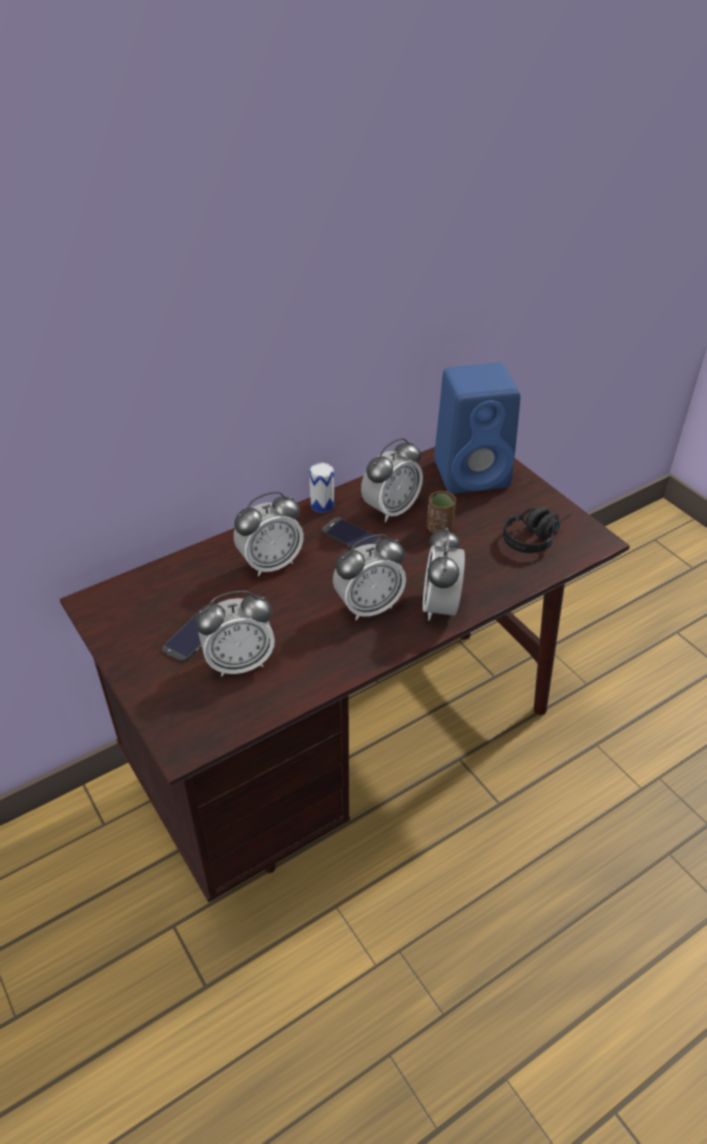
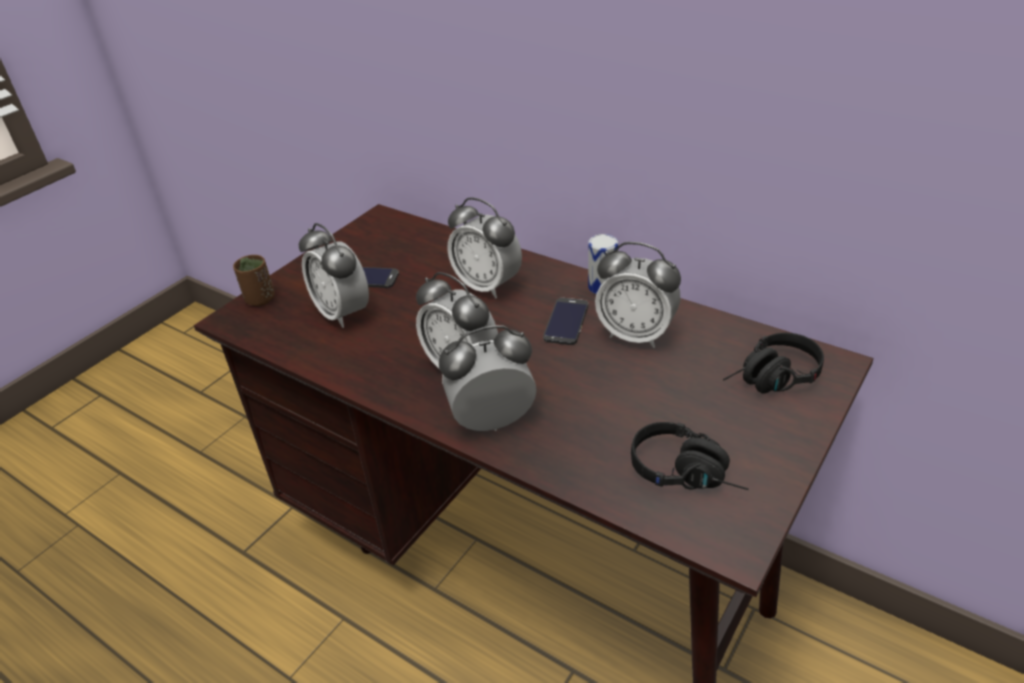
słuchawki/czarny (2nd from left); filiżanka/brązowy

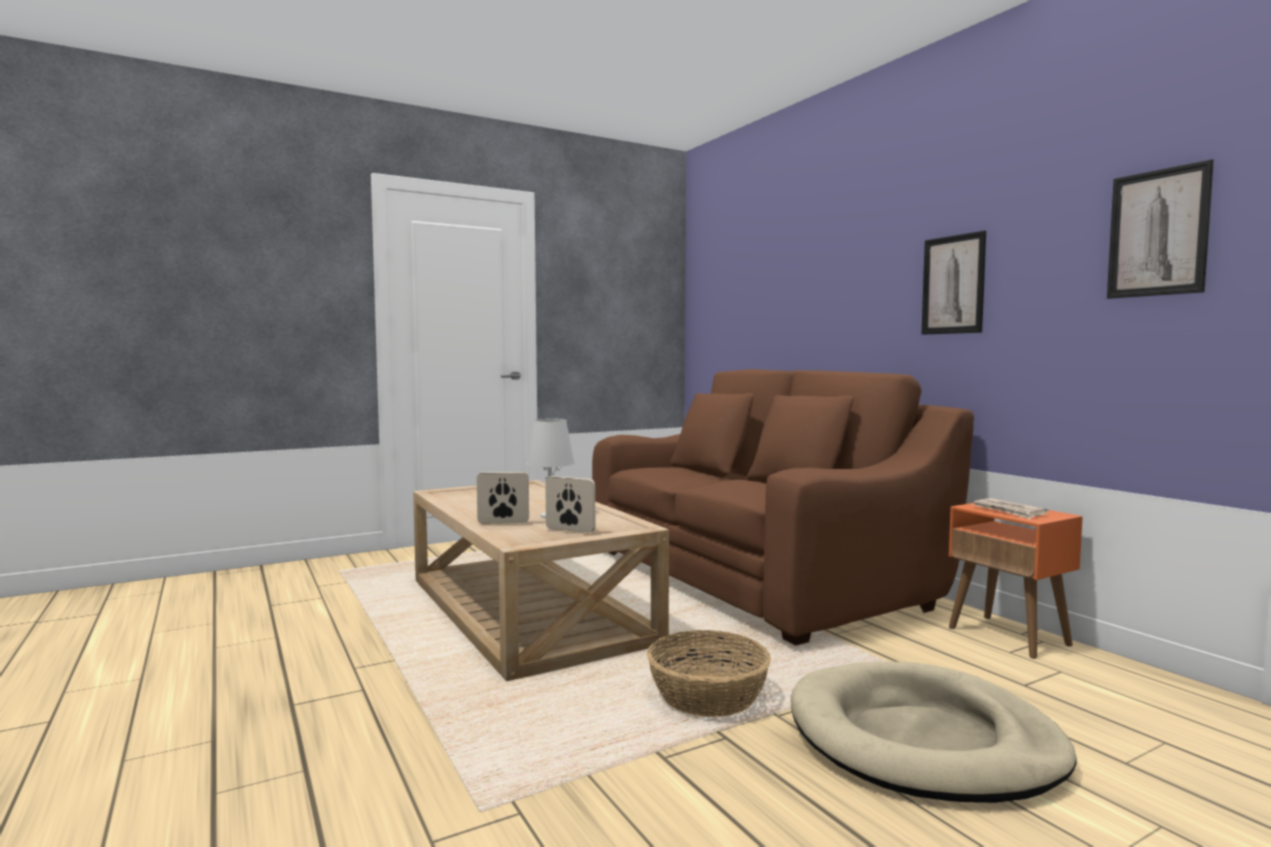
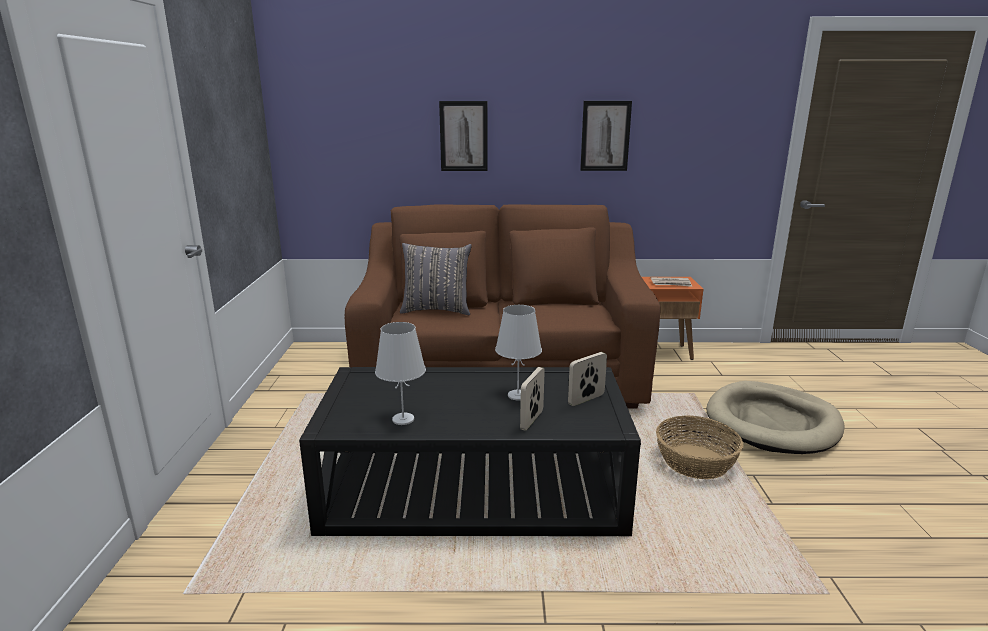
obraz (1st from left); ława/czarny; poduszka/szary; lampa stołowa/biały (1st from left)

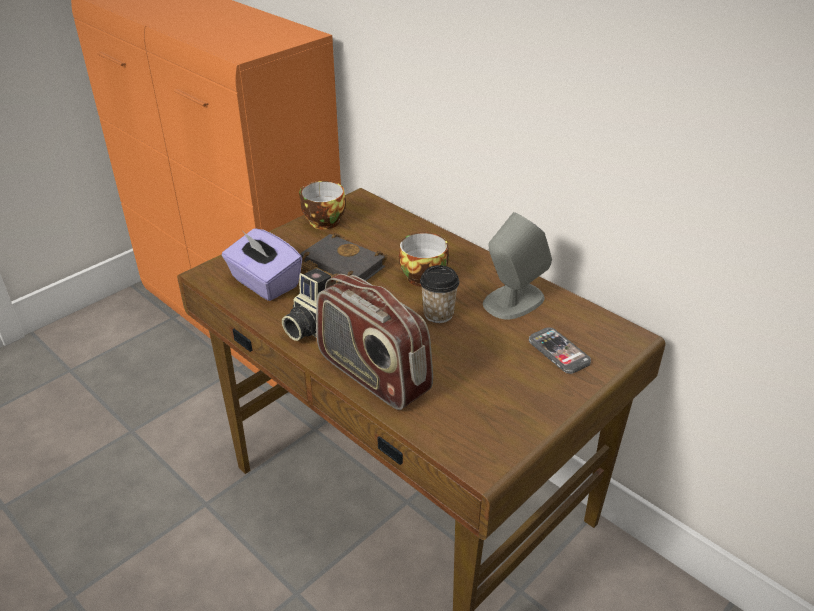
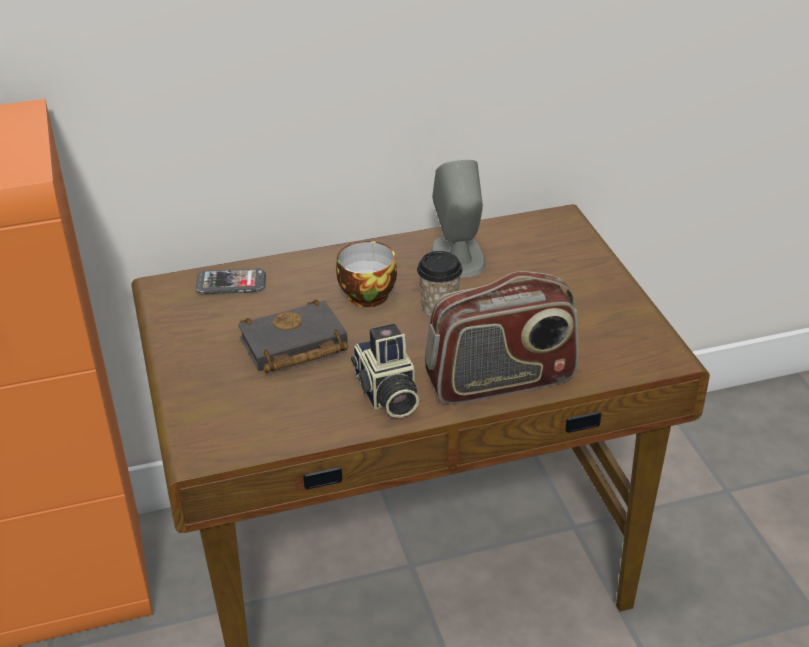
filiżanka (1st from left in the first image); pudełko chusteczek/fioletowy; telefon

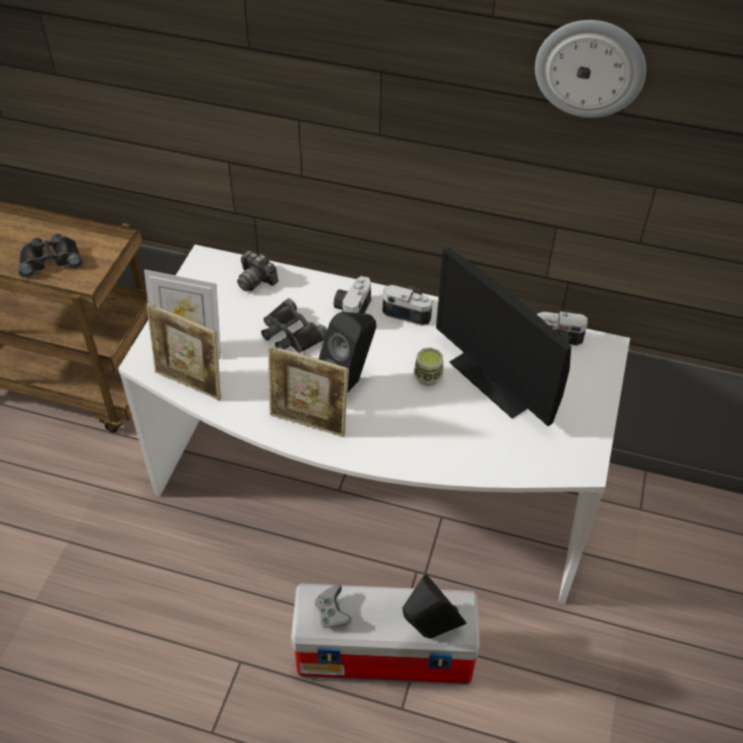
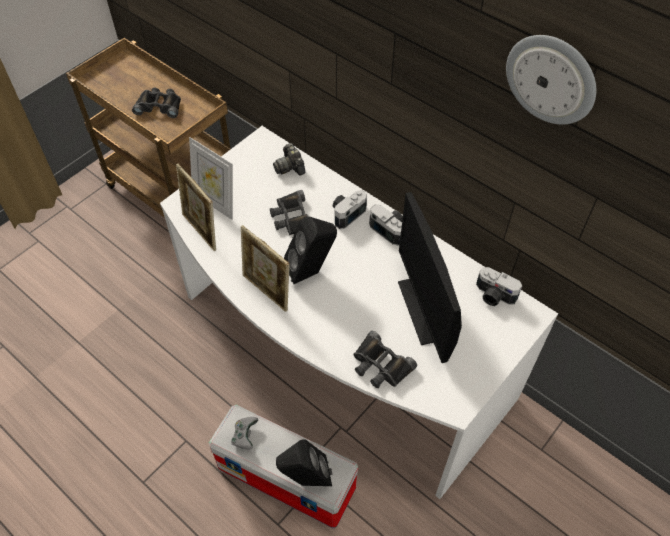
filiżanka; lornetka/czarny (3rd from left)

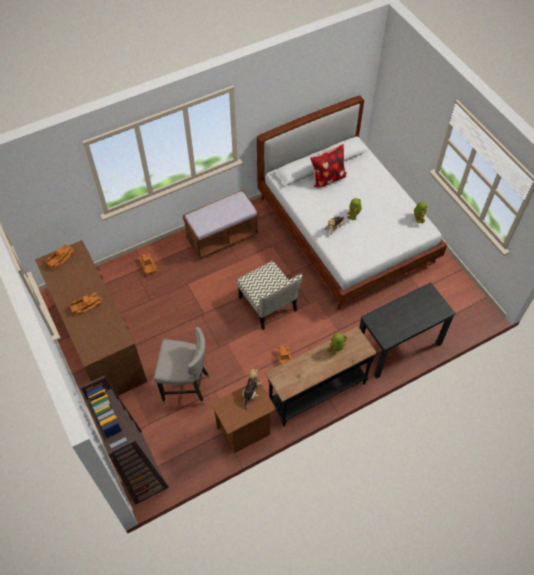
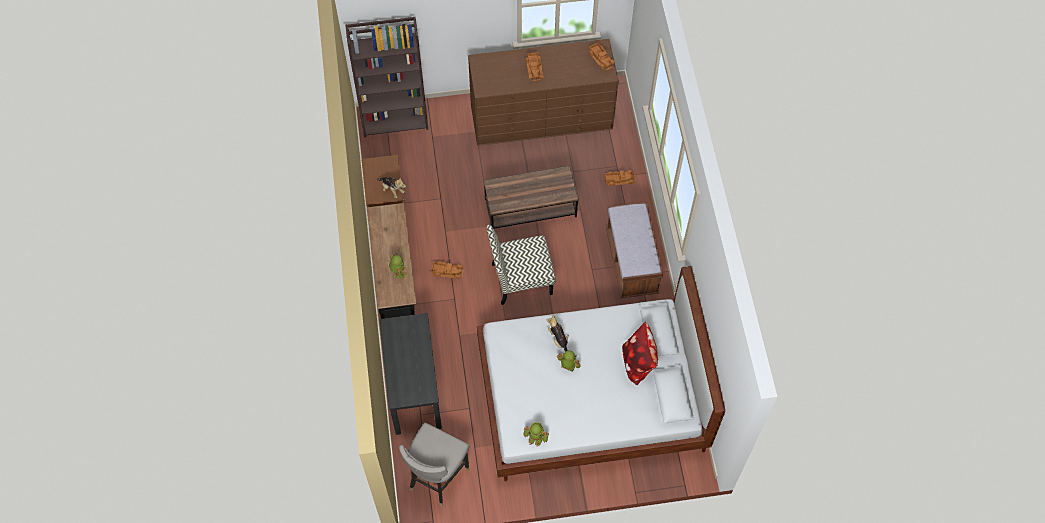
stołek/szary; ława/brązowy

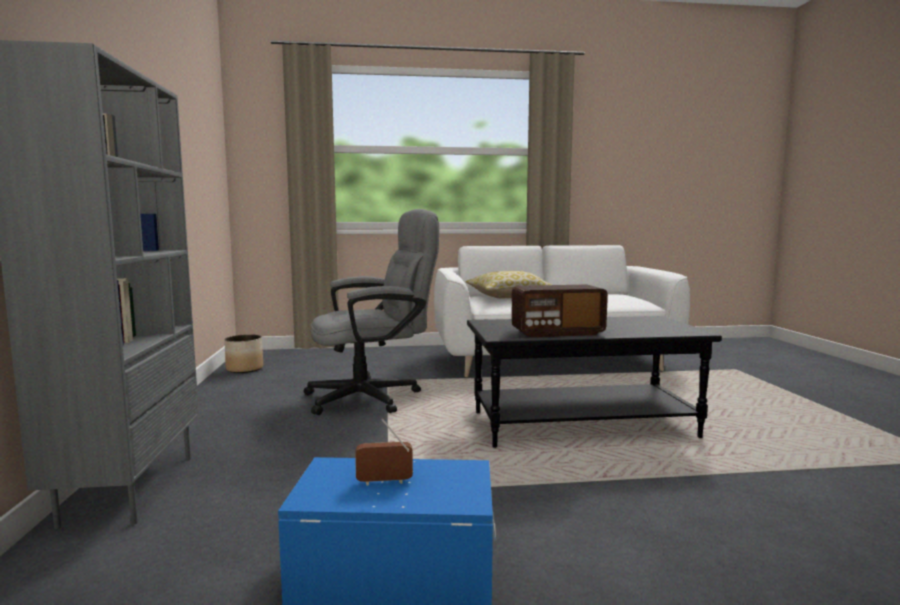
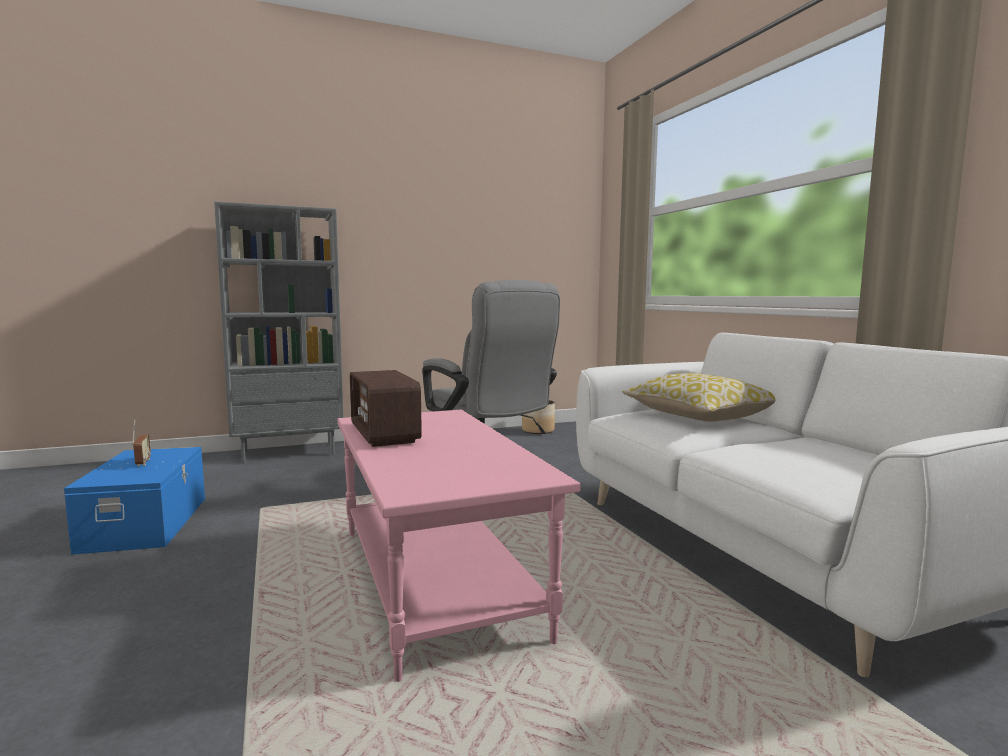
ława/różowy

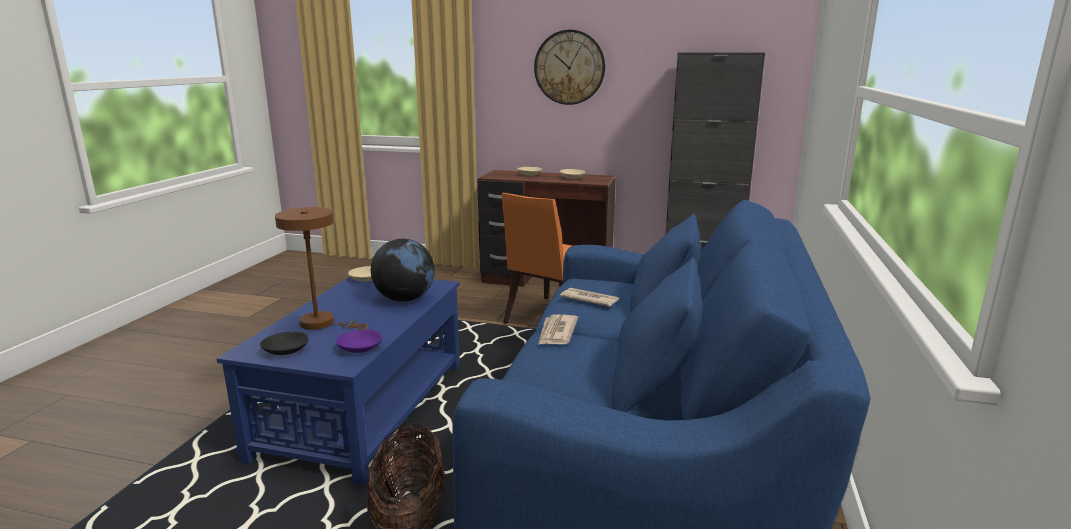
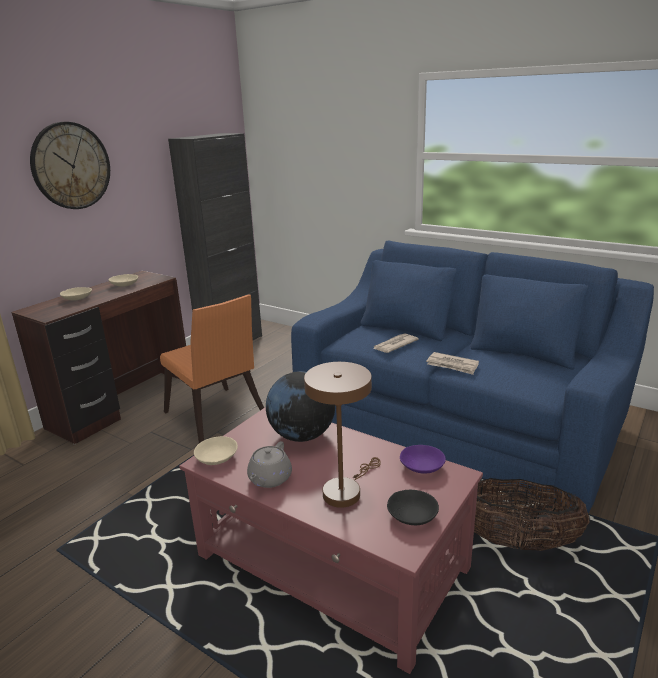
ława/czerwony; imbryk/szary

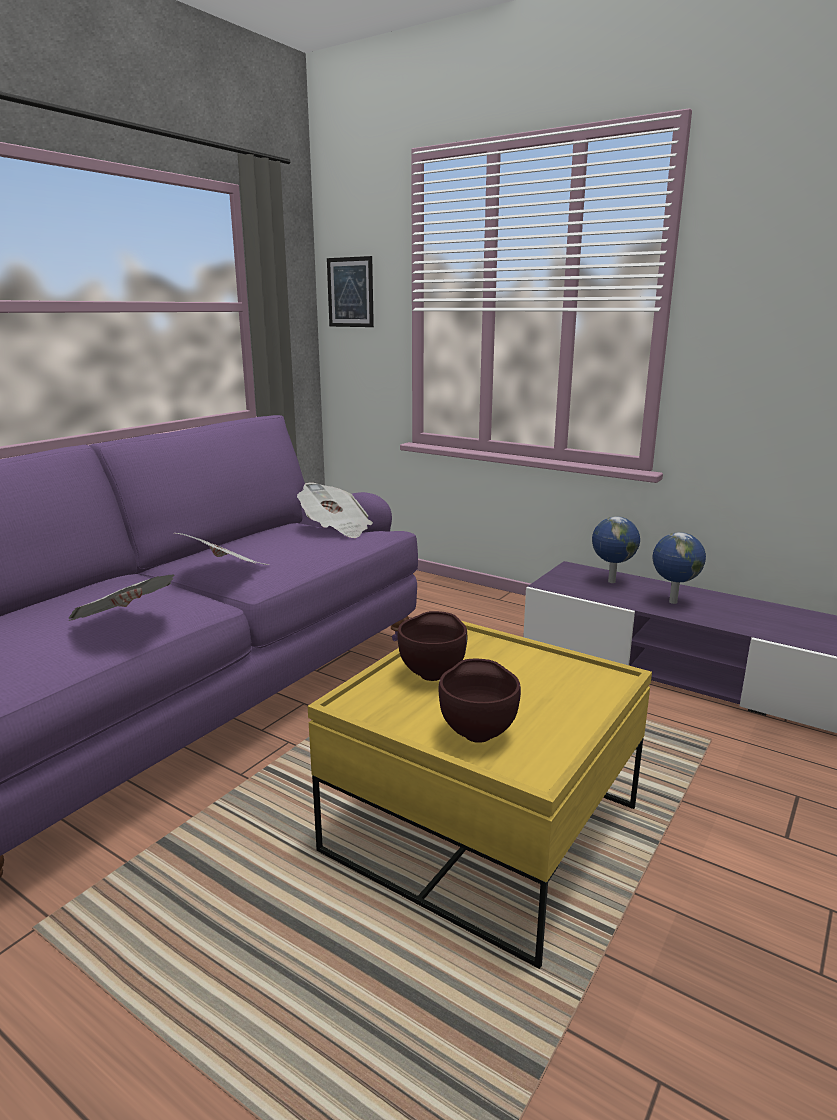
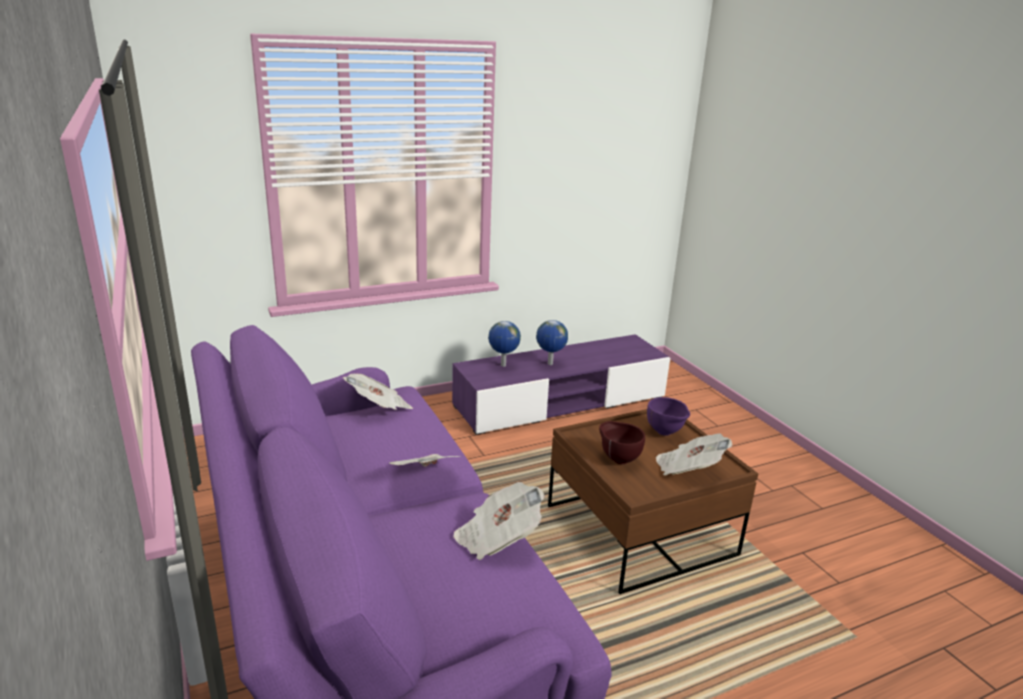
obraz; ława/brązowy; gazeta (4th from left); miska/fioletowy

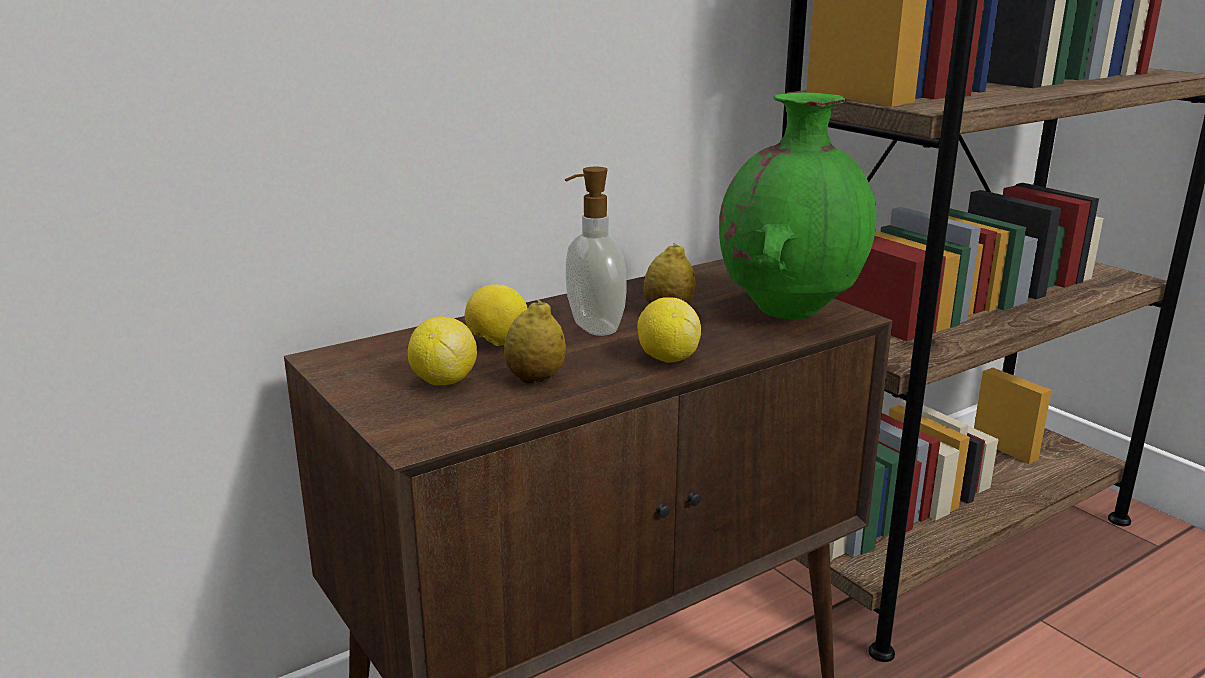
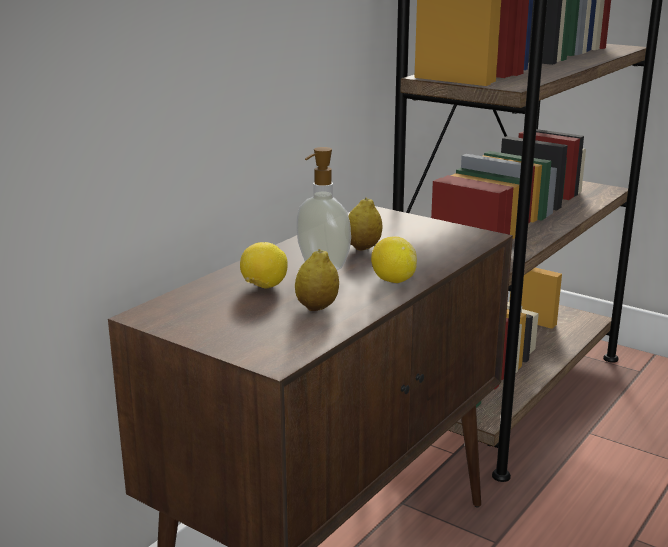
wazon/zielony; cytryna (1st from left in the first image)

